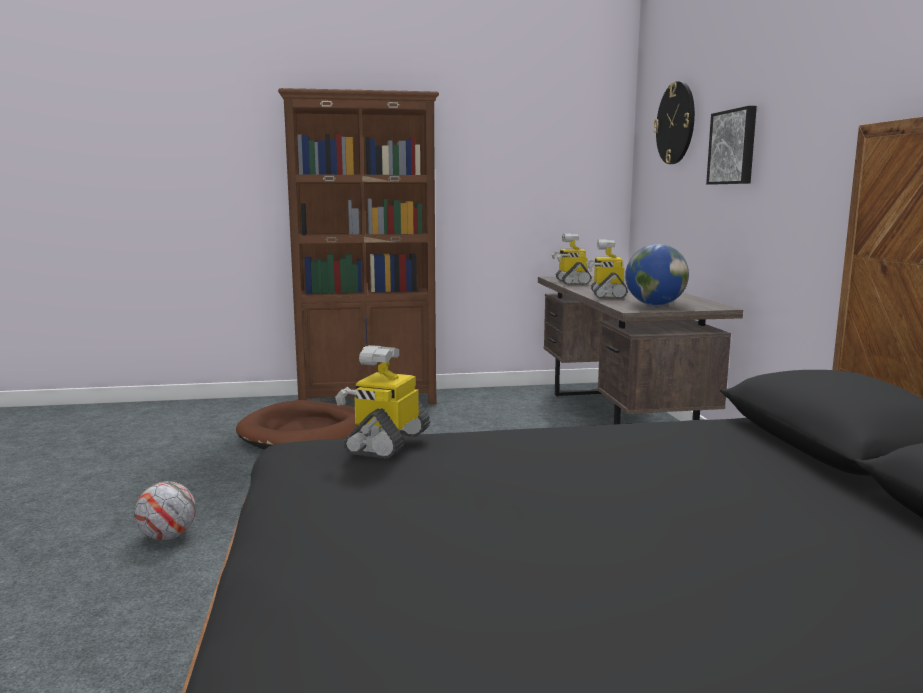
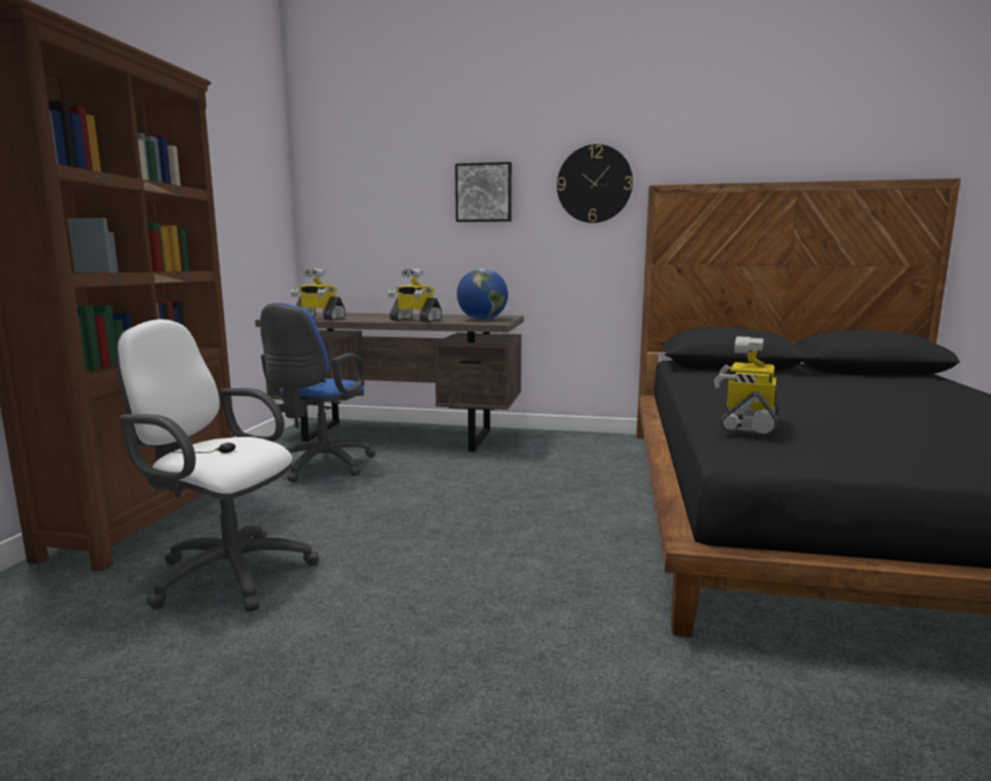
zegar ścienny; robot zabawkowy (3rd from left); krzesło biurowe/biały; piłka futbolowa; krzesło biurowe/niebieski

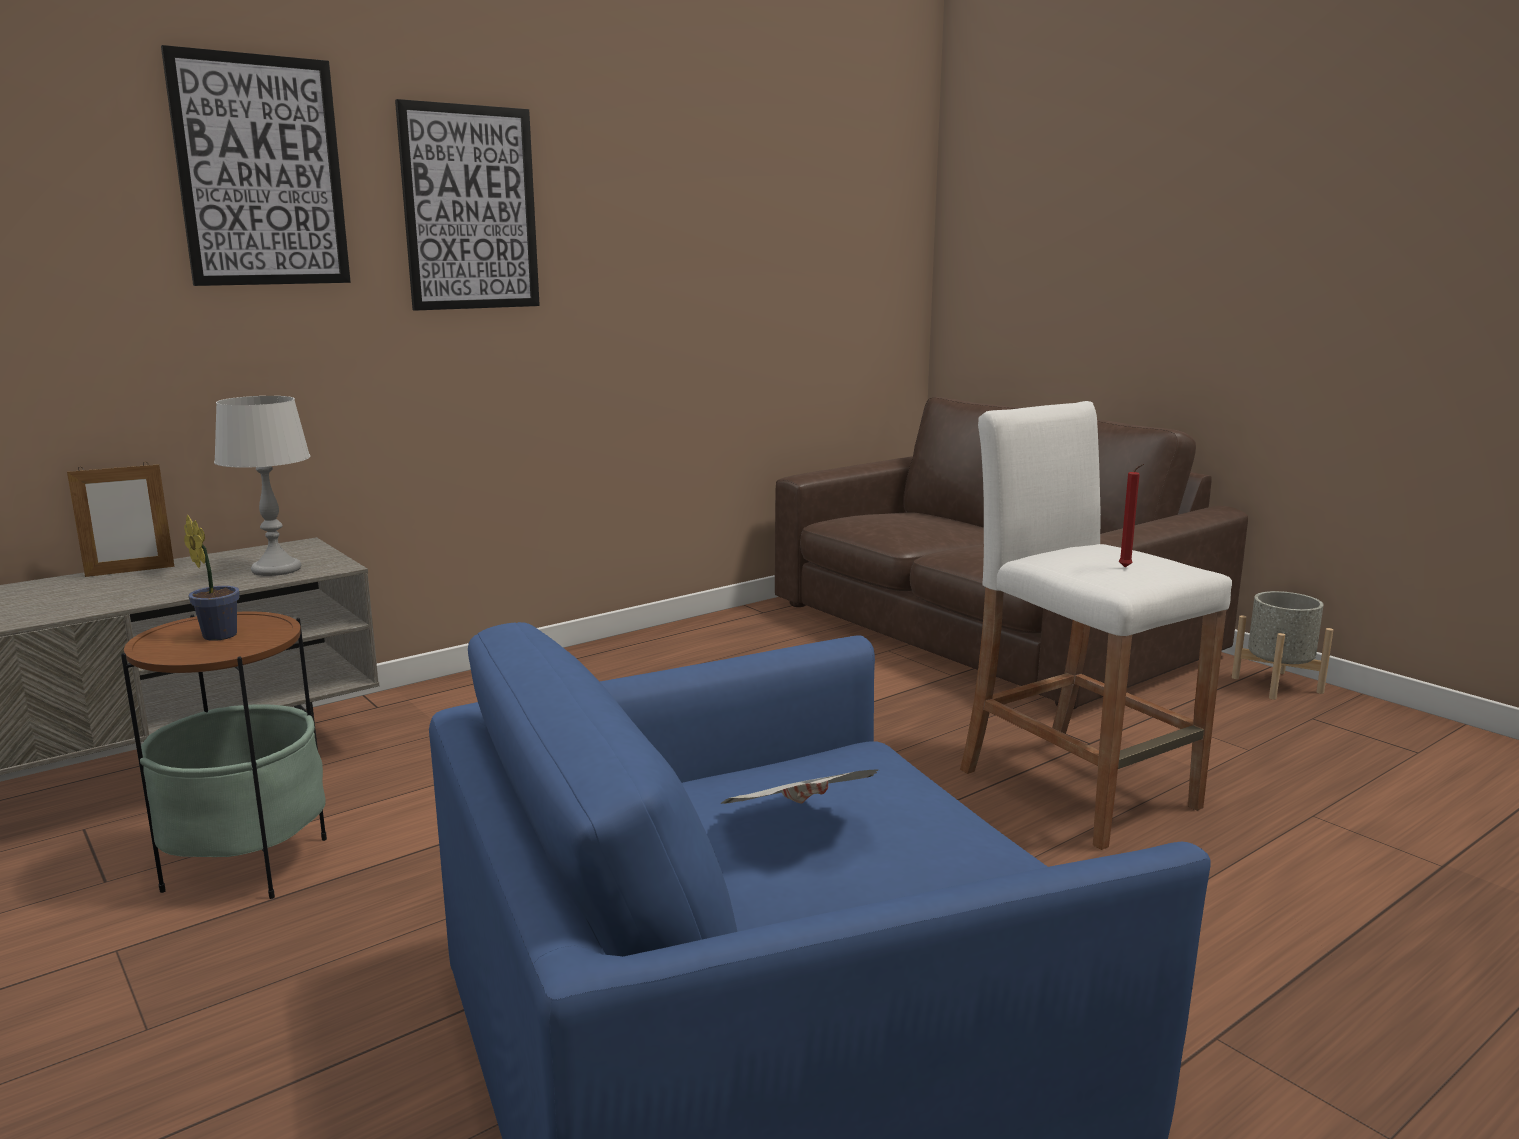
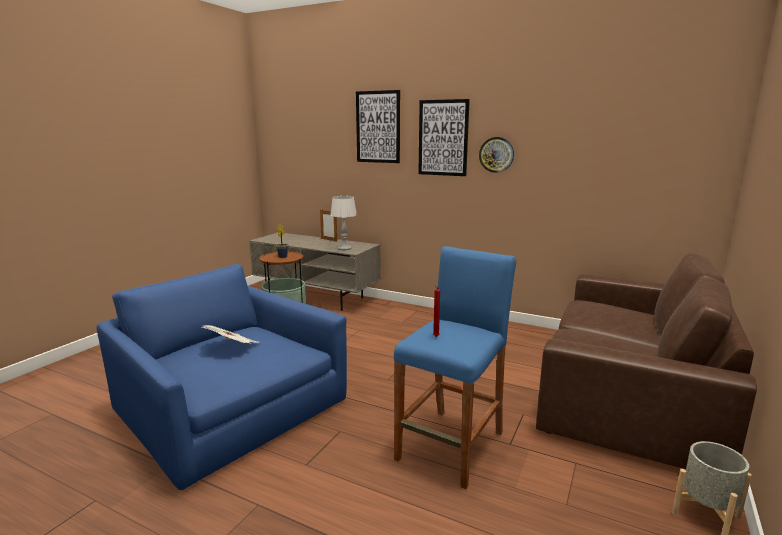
stołek/niebieski; zegar ścienny

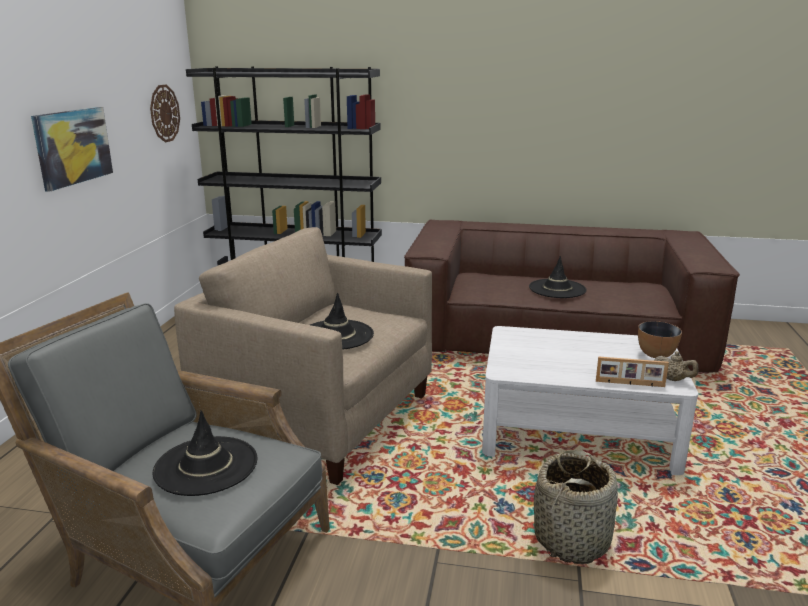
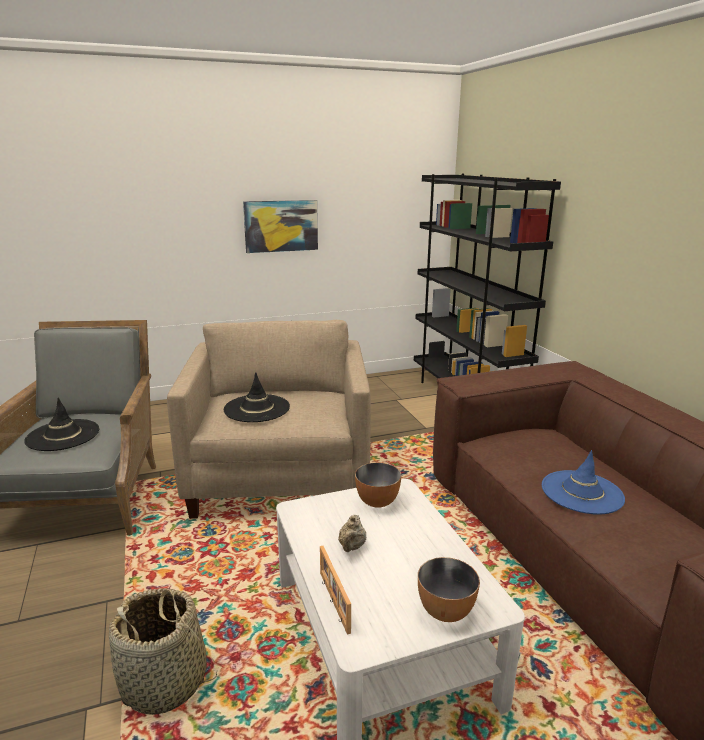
zegar ścienny; kapelusz/niebieski; imbryk/beżowy; miska (1st from left)

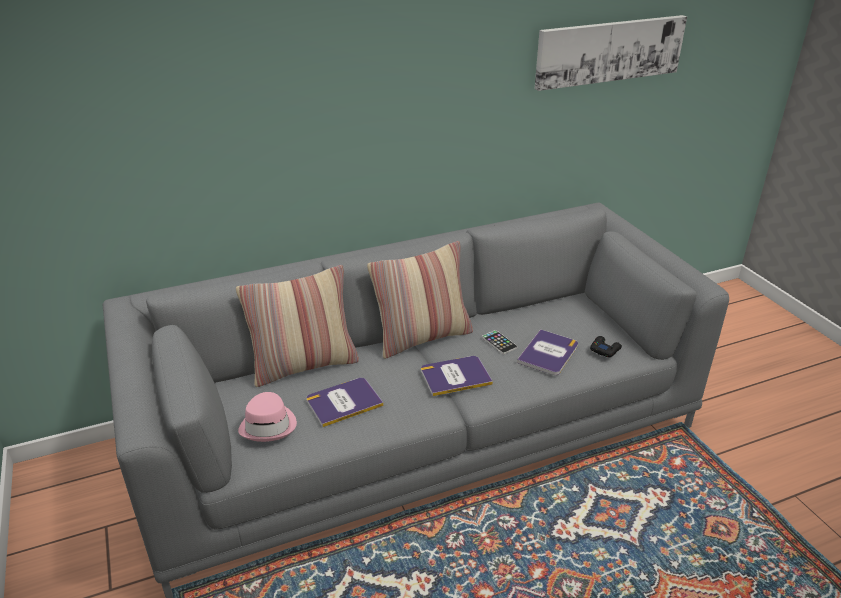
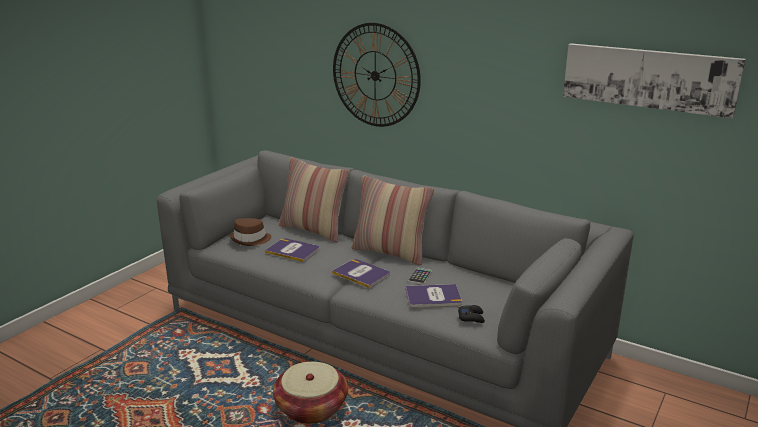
kapelusz/brązowy; zegar ścienny; koszyk

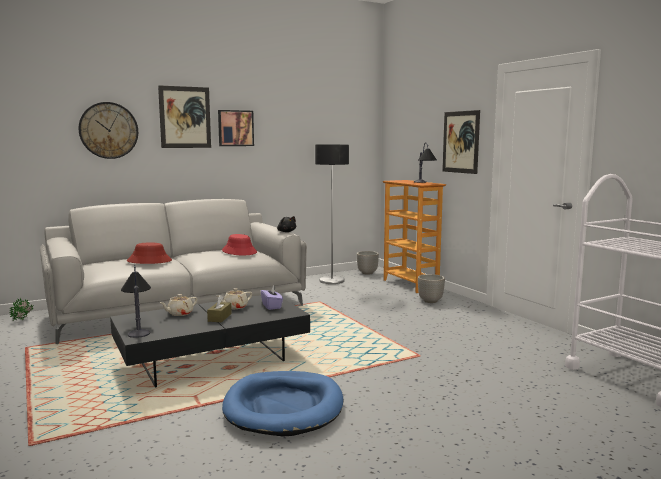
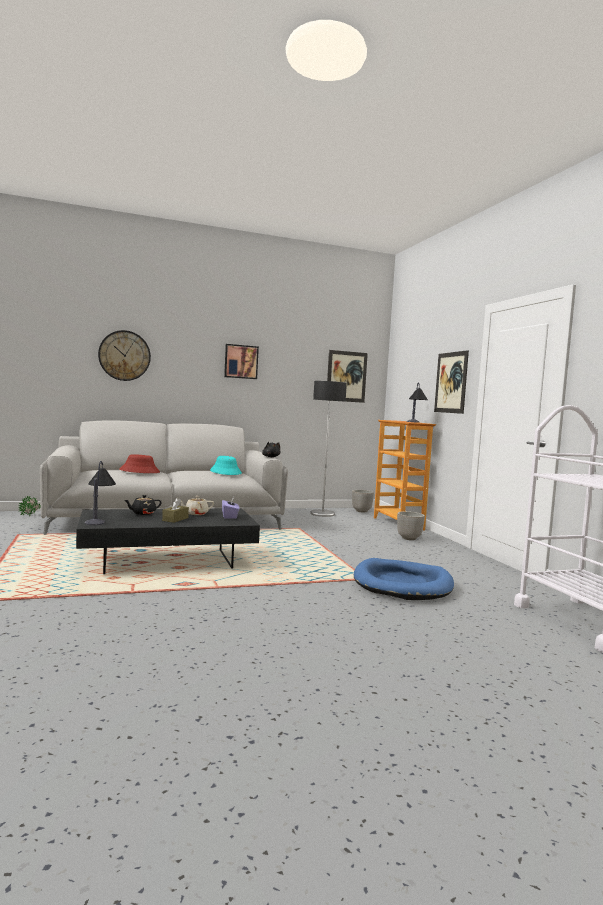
obraz (2nd from left); kapelusz/turkusowy; imbryk/czarny; legowisko/niebieski

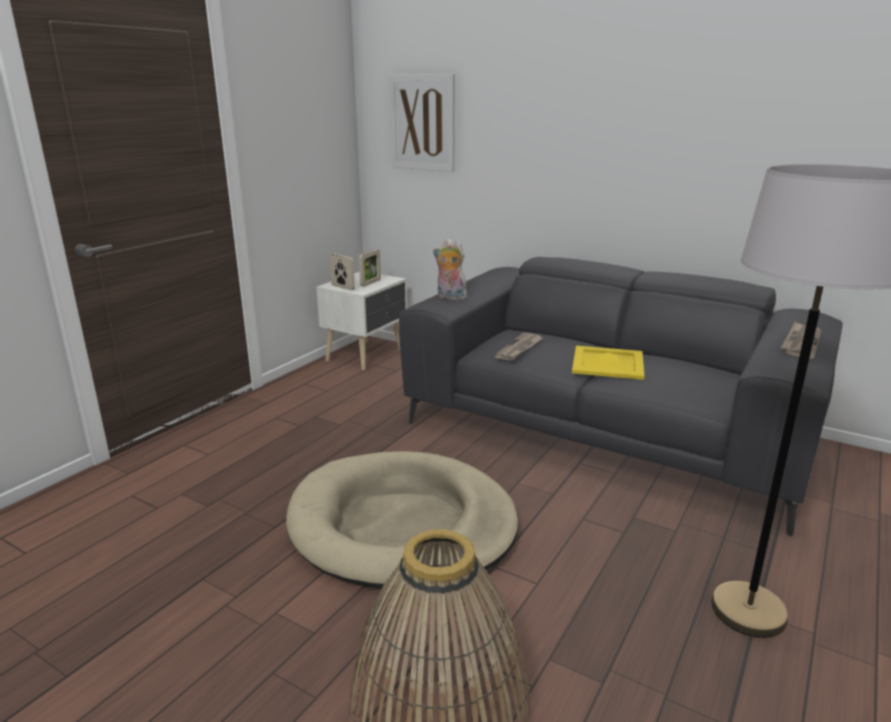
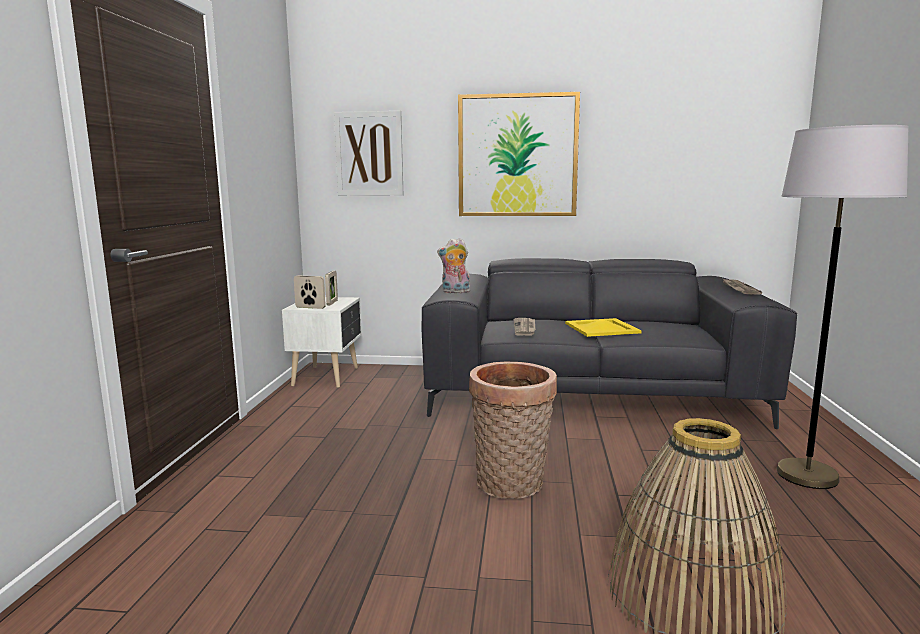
koszyk (1st from left); obraz (2nd from left)

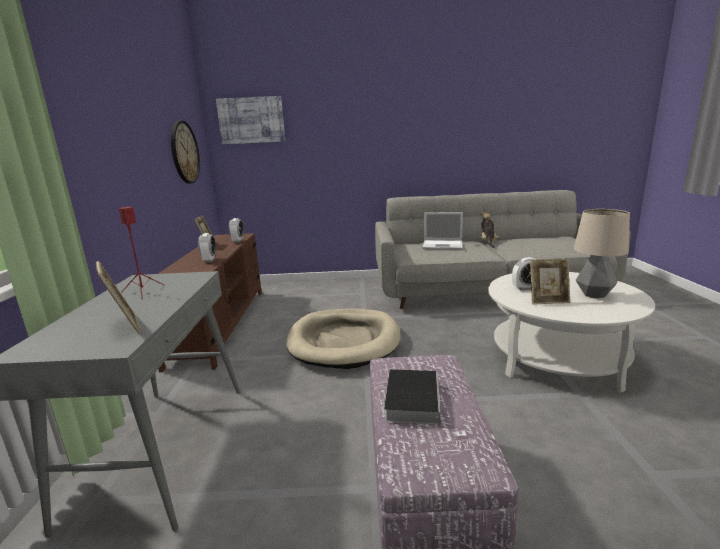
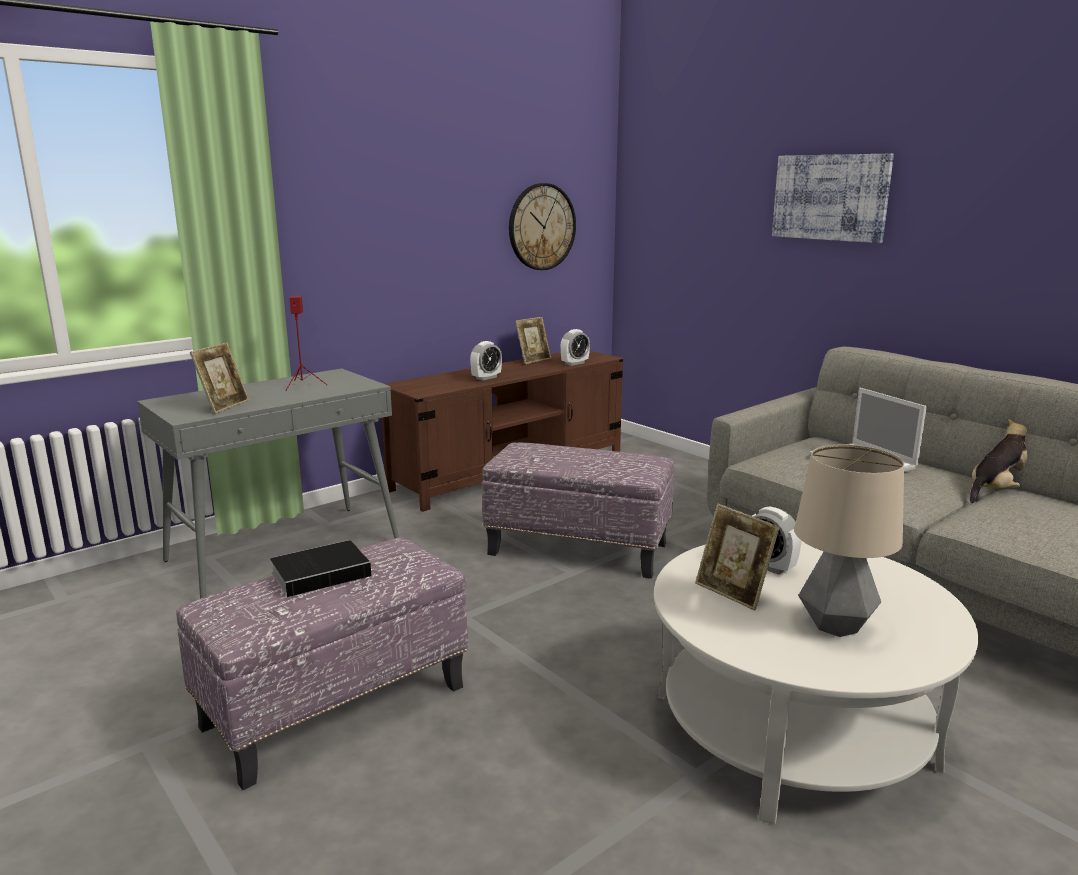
obraz; pufa (2nd from left)

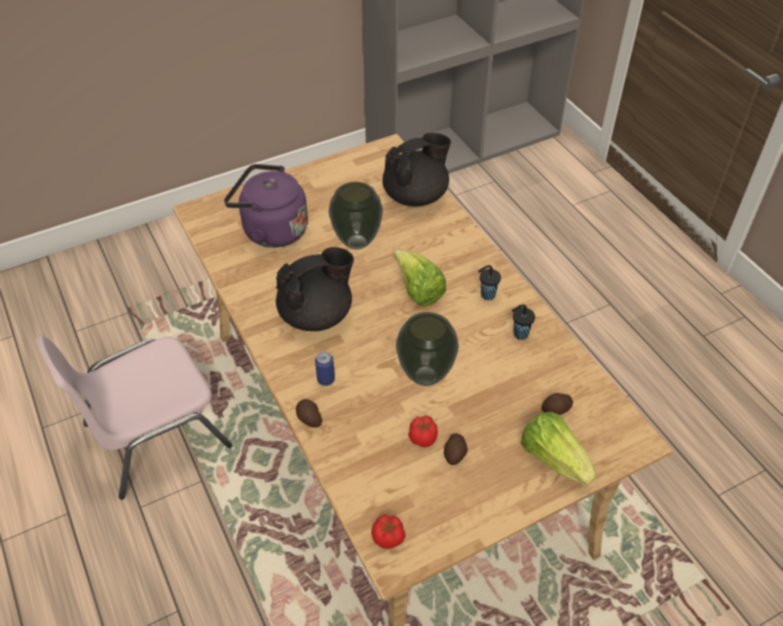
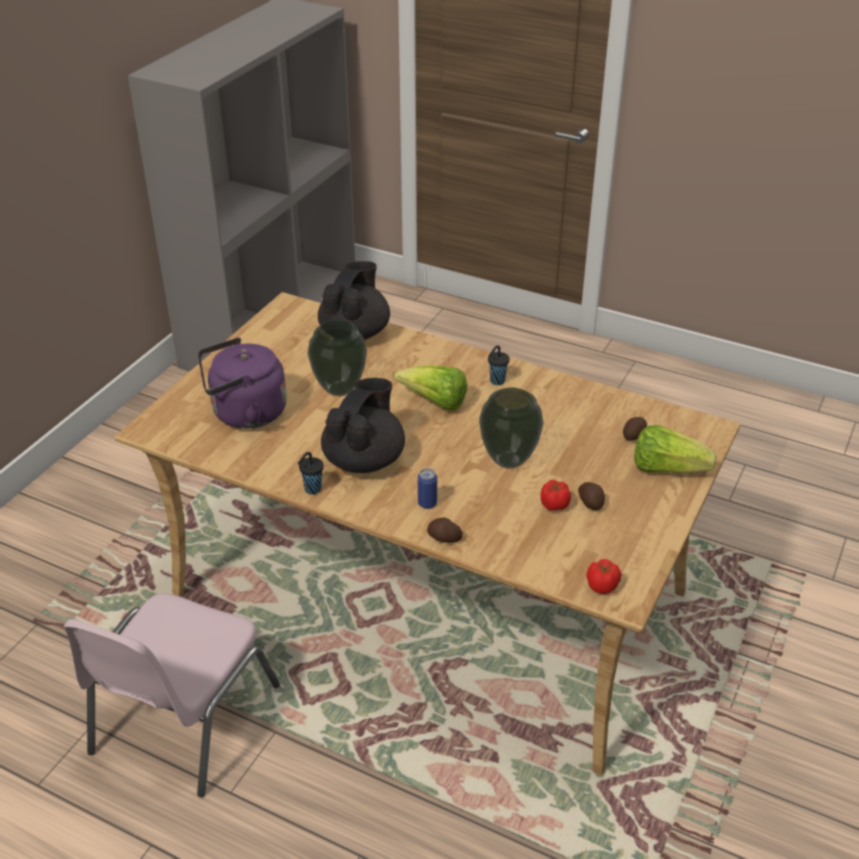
filiżanka/czarny (1st from left)

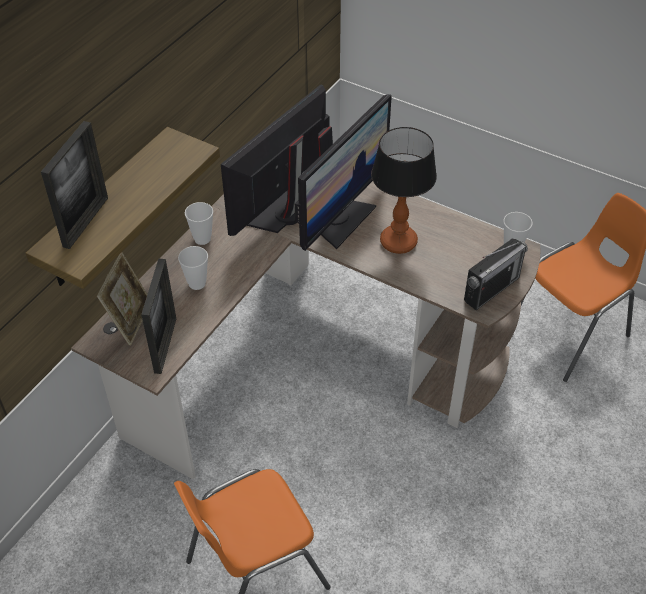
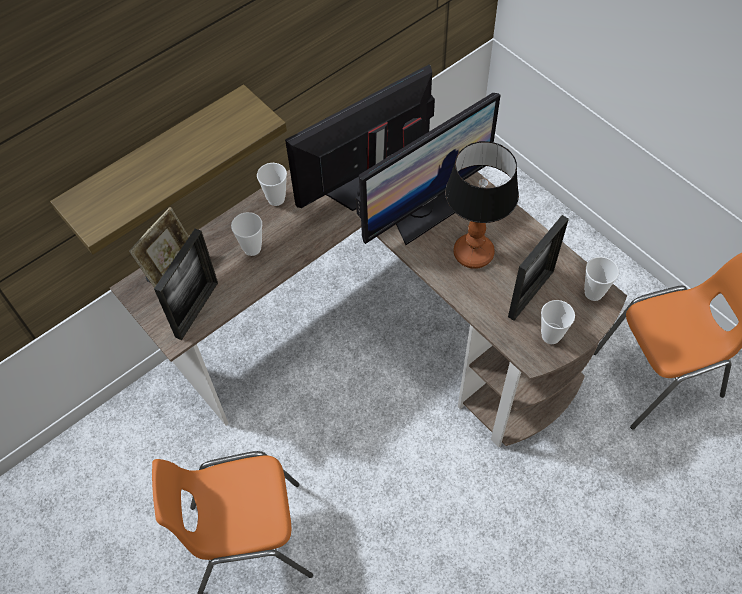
ramka na zdjęcie (3rd from left); filiżanka (3rd from left)

